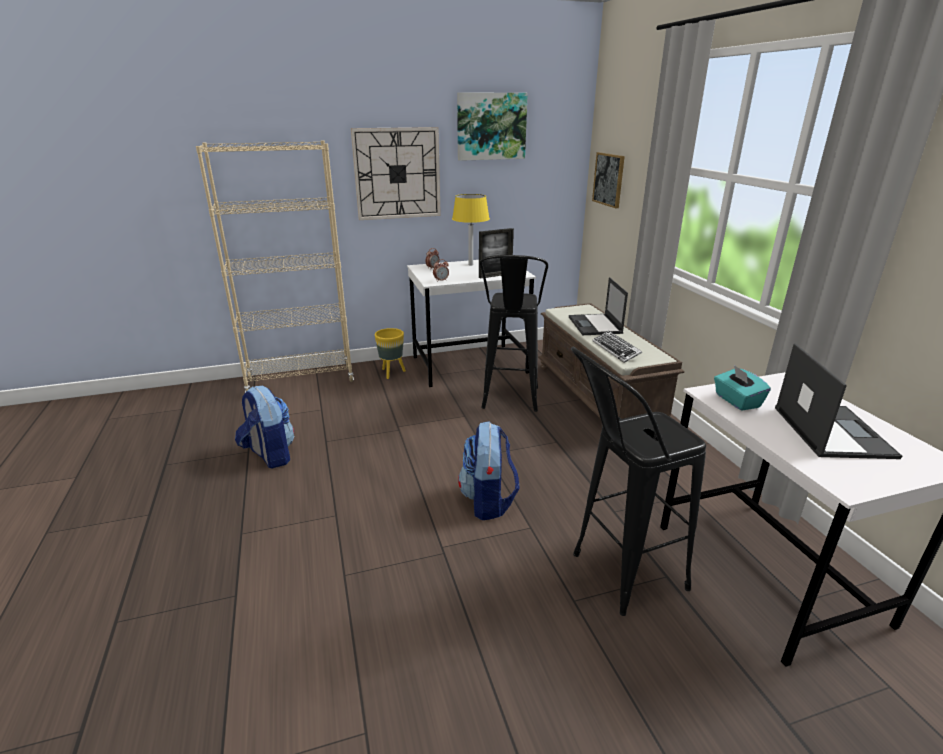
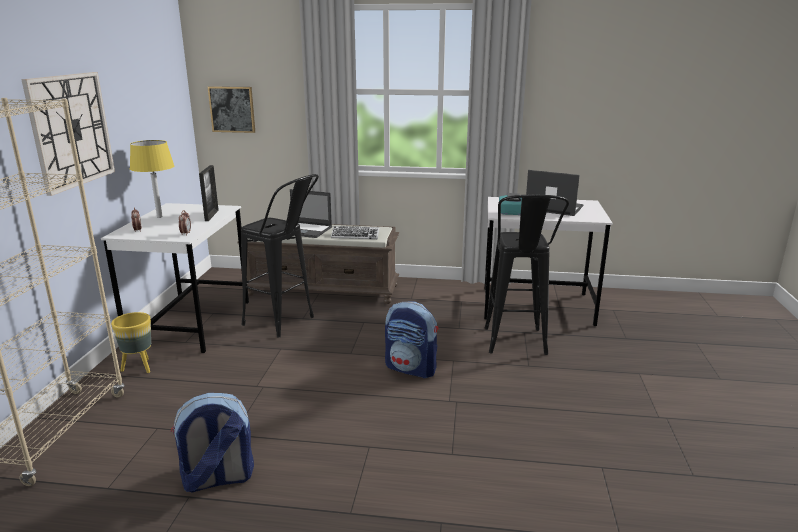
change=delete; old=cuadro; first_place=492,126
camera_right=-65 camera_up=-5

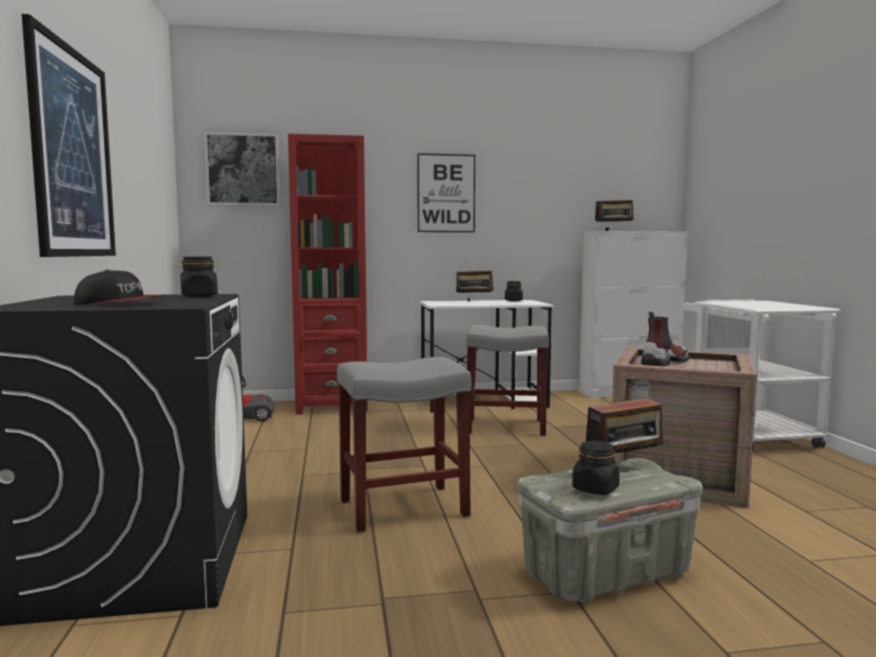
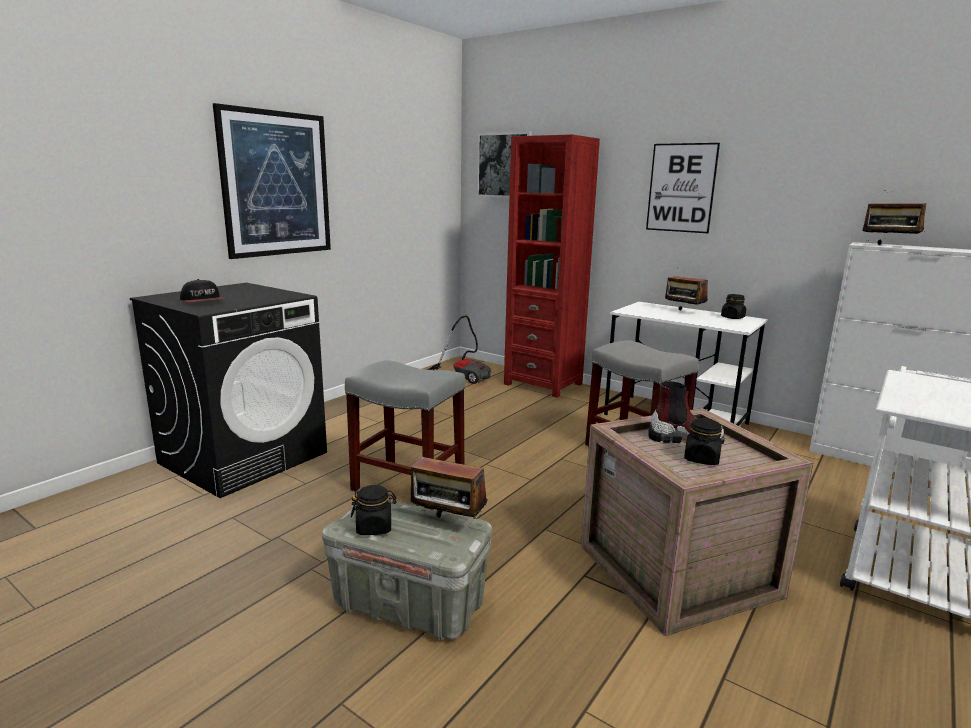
change=move; old=tarro/negro; first_place=199,277; second_place=703,441
camera_right=45 camera_up=10

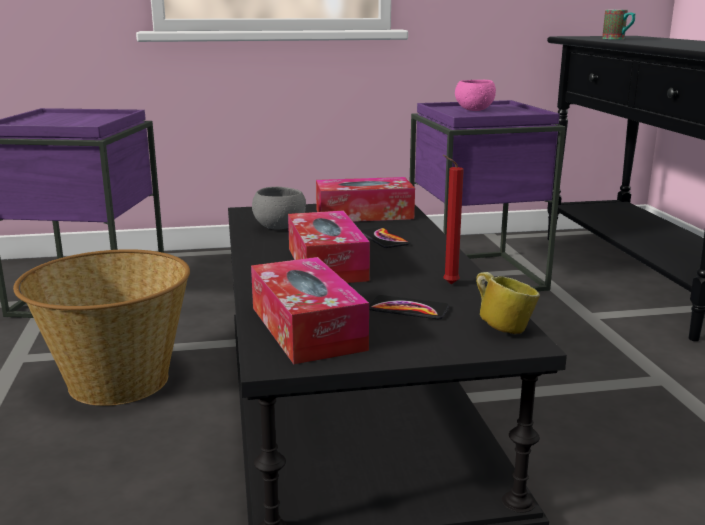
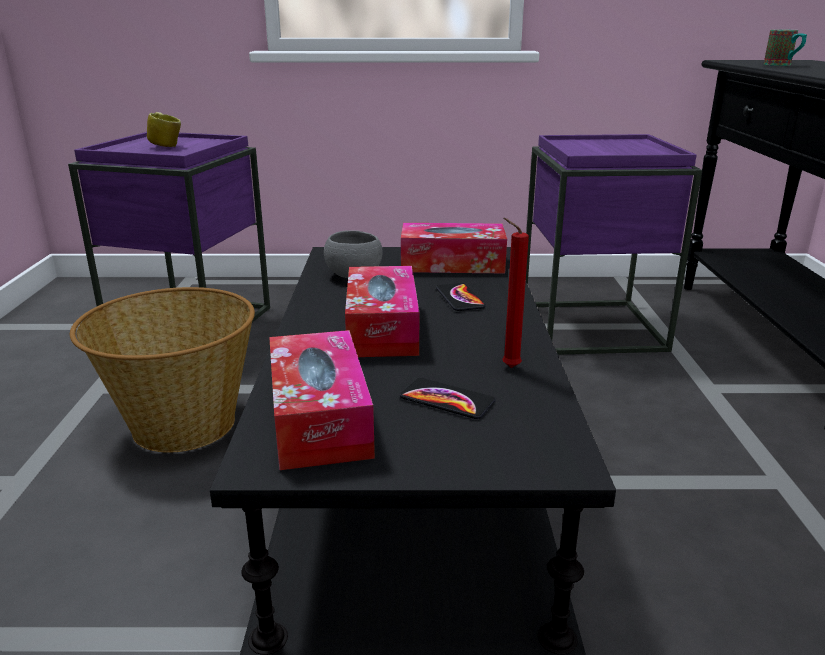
change=delete; old=cuenco/rosa; first_place=475,95
change=move; old=taza grande; first_place=508,303; second_place=164,129
camera_right=10 camera_up=5

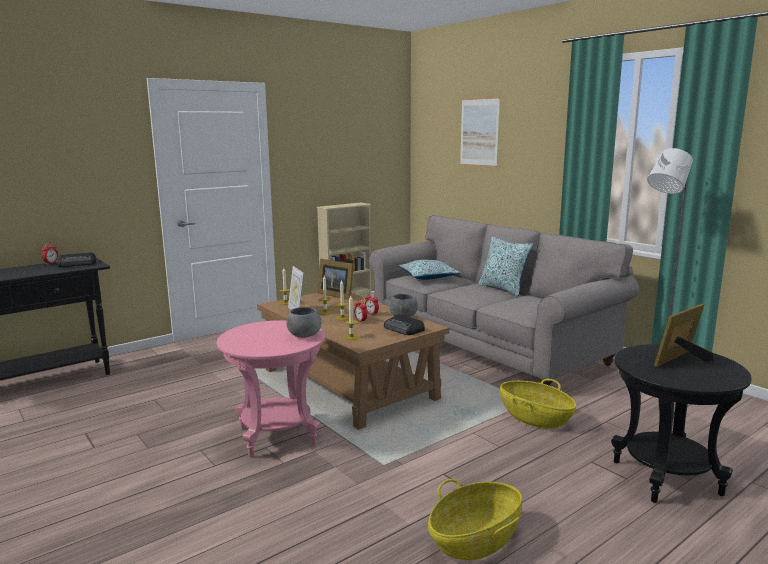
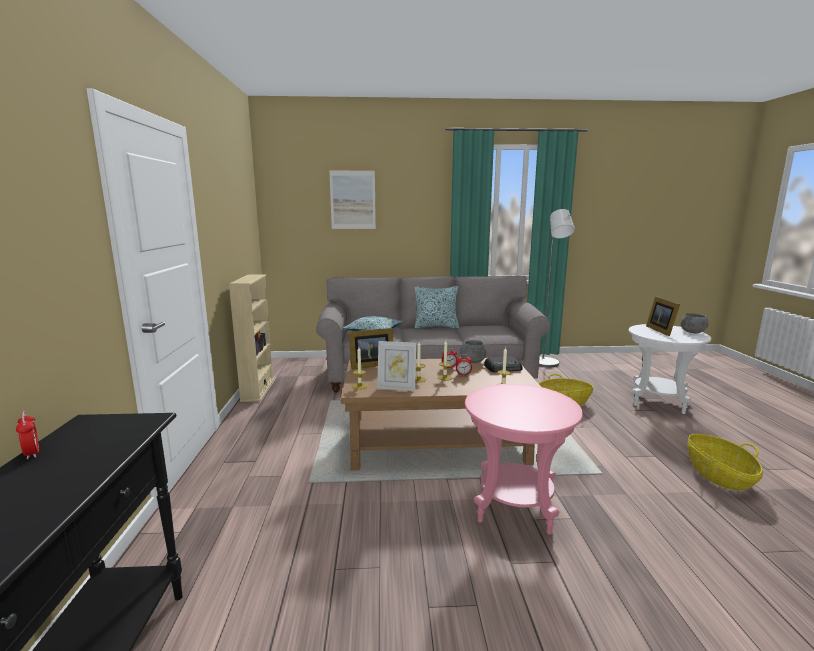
change=delete; old=radio; first_place=77,260
change=move; old=cuenco/gris; first_place=303,322; second_place=694,323
change=recolor; old=mesa auxiliar/negro; new=mesa auxiliar/blanco; first_place=681,423; second_place=670,369
camera_right=-55 camera_up=0

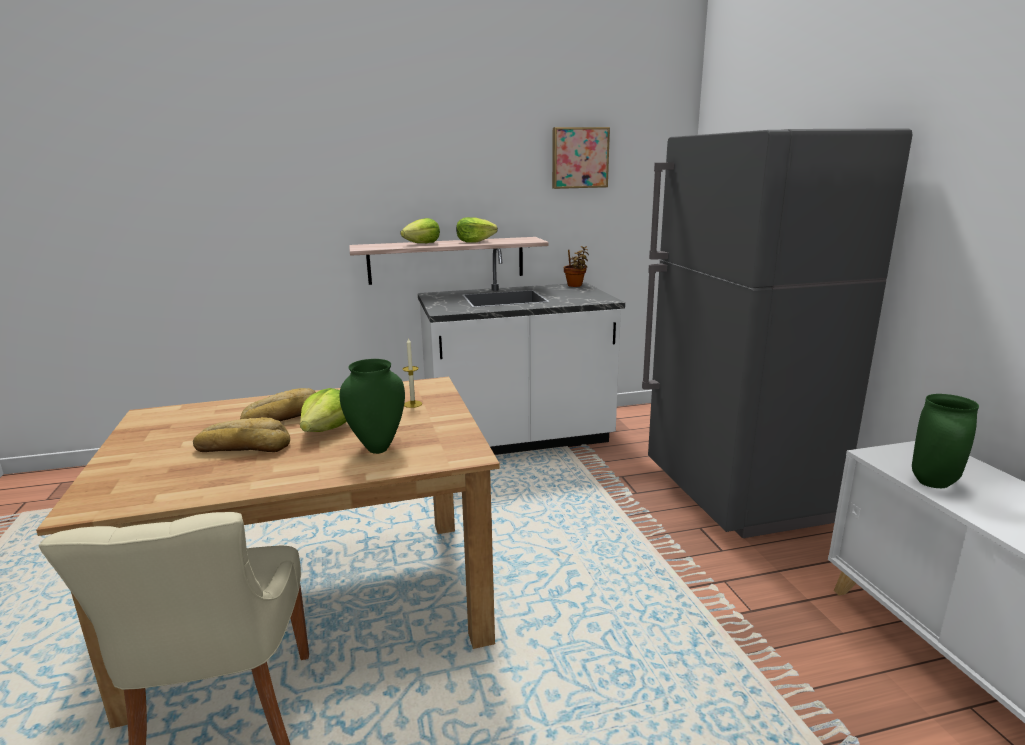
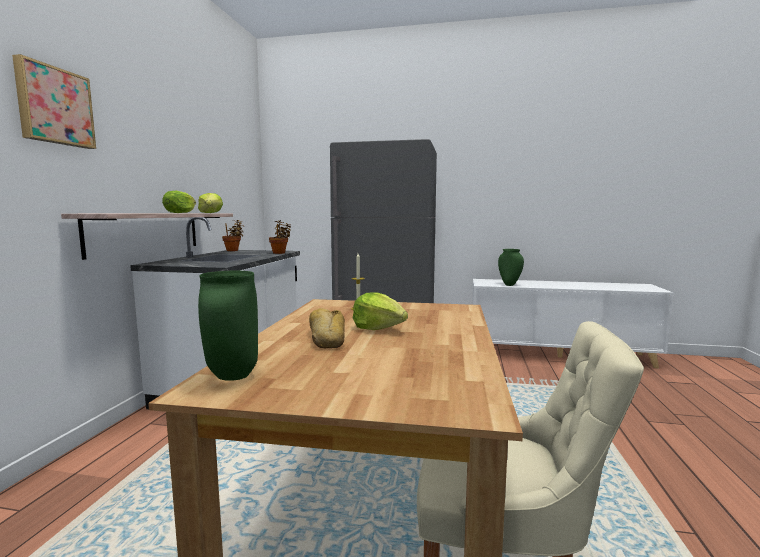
change=delete; old=pan; first_place=241,434
change=move; old=florero/verde; first_place=372,406; second_place=228,326
change=move; old=lechuga; first_place=420,230; second_place=210,203
change=move; old=cuadro; first_place=581,158; second_place=54,101
change=insert; new=planta en maceta; second_place=280,237
camera_right=-65 camera_up=-10

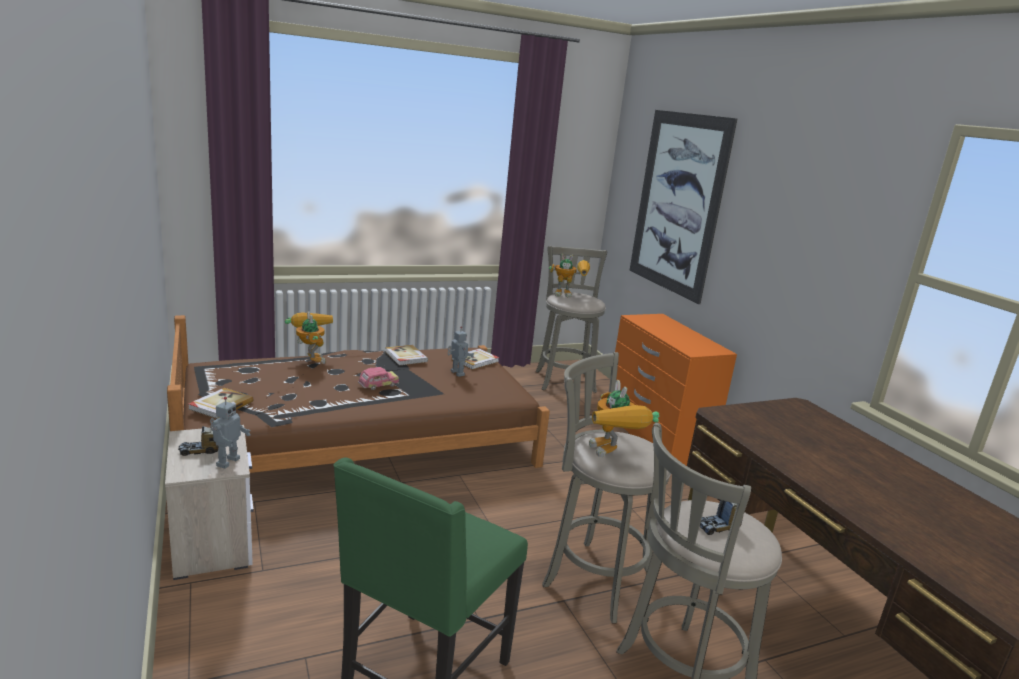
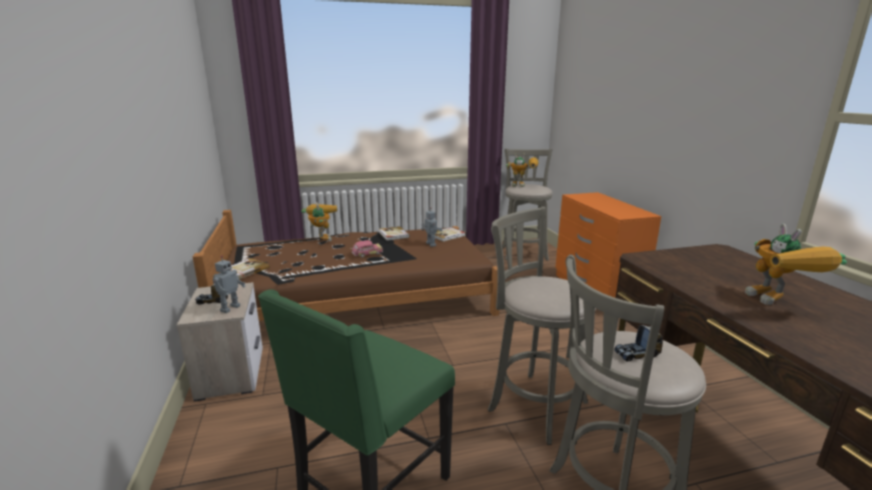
change=move; old=robot de juguete; first_place=624,418; second_place=796,264
change=delete; old=cuadro; first_place=683,207
camera_right=10 camera_up=0

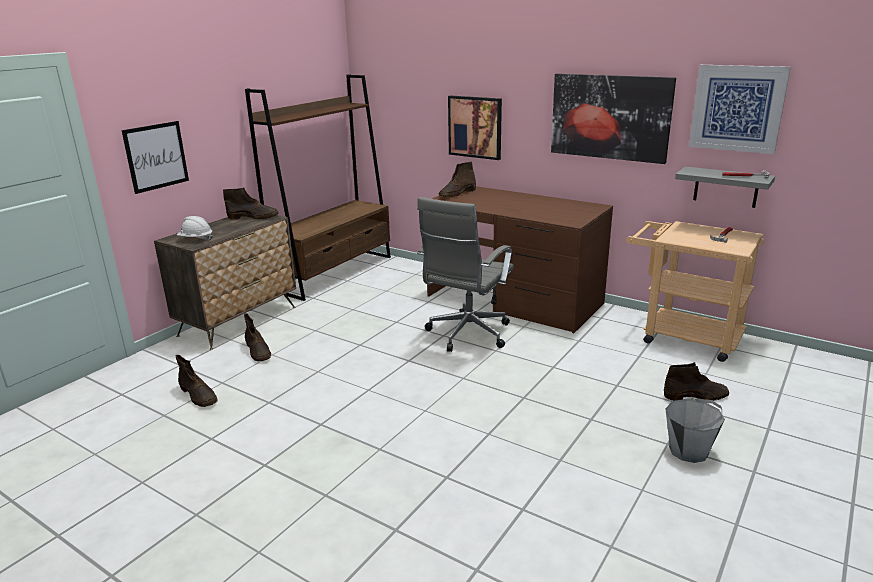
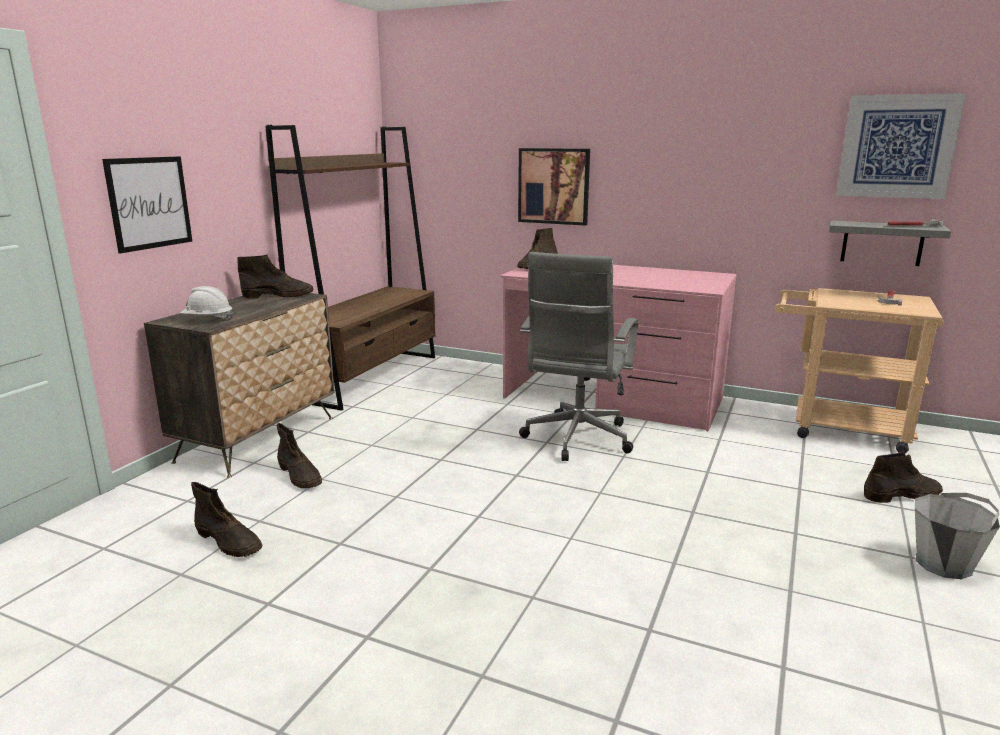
change=recolor; old=escritorio/marrón; new=escritorio/rosa; first_place=520,259; second_place=619,348
change=delete; old=cuadro; first_place=613,118
camera_right=-10 camera_up=-5

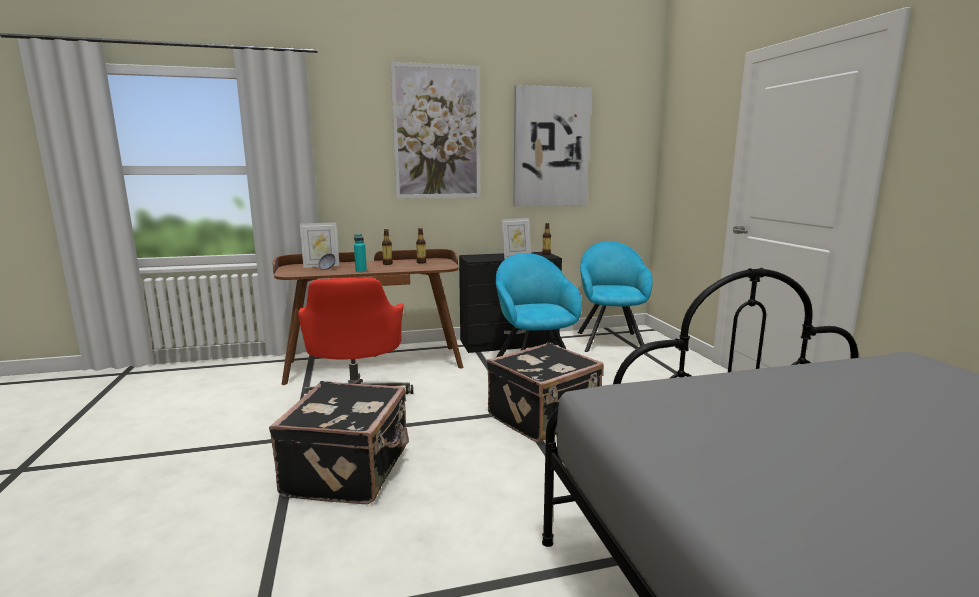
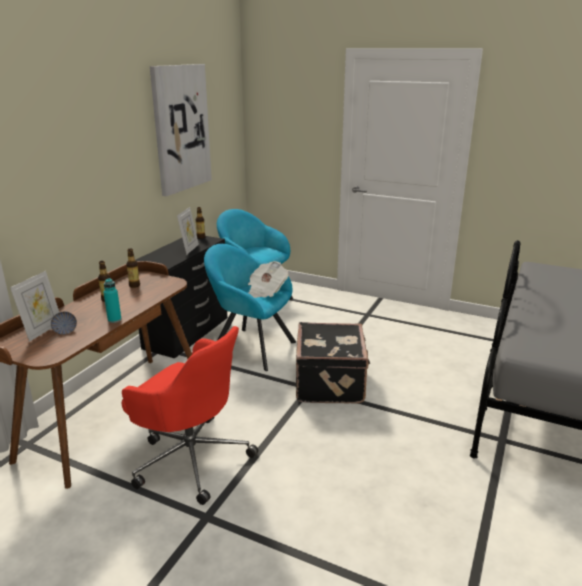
change=delete; old=maleta/negro; first_place=339,442
change=delete; old=cuadro; first_place=435,130
change=insert; new=periódico; second_place=268,279
camera_right=-50 camera_up=10

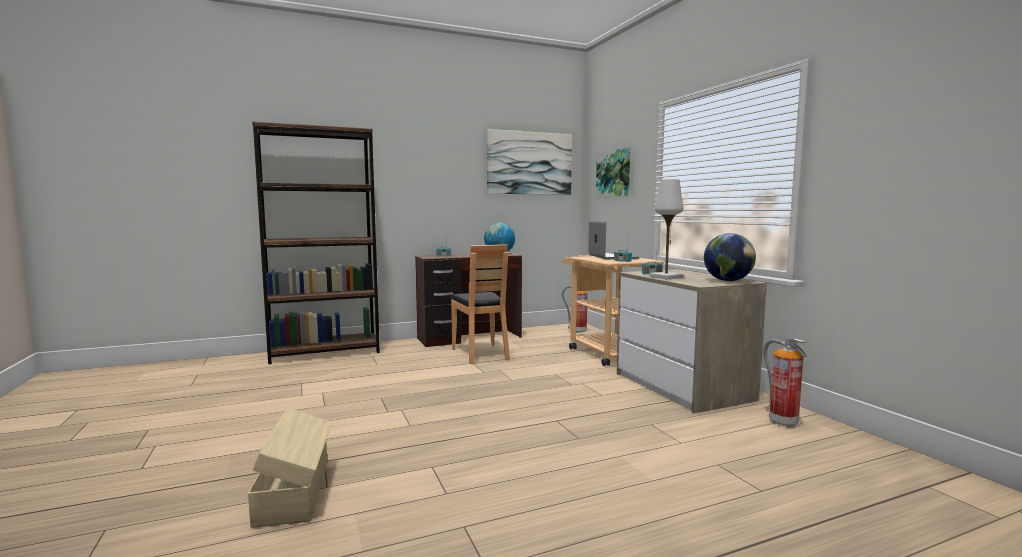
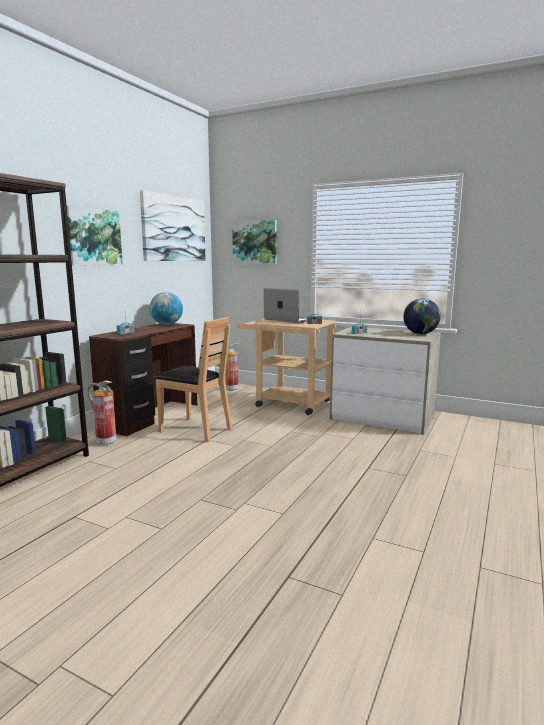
change=delete; old=caja de almacenaje/beis; first_place=290,468
change=delete; old=lámpara de mesa/blanco; first_place=666,229
change=move; old=extintor; first_place=785,383; second_place=102,412
change=insert; new=cuadro; second_place=95,236
camera_right=-40 camera_up=5

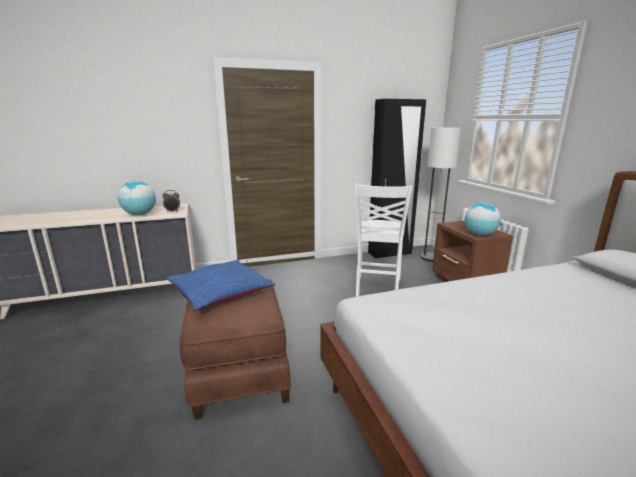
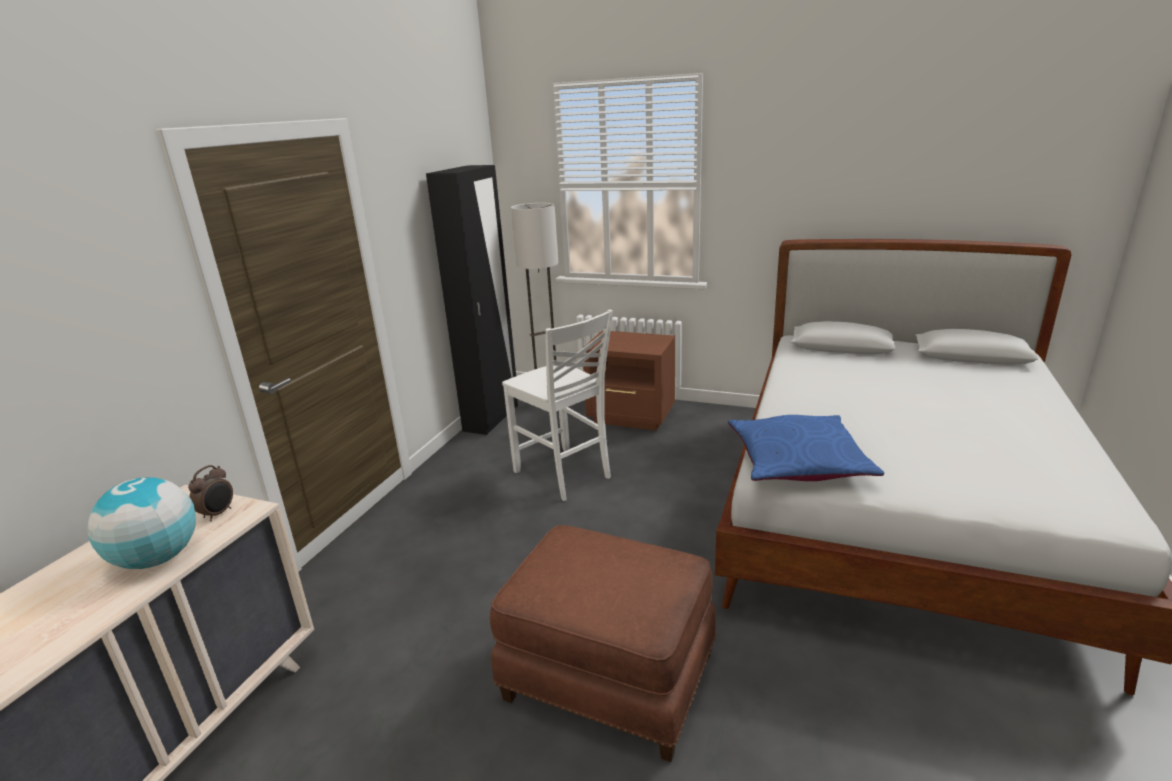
change=move; old=cojín/azul; first_place=221,285; second_place=806,448
change=delete; old=globo terráqueo; first_place=482,219
camera_right=-50 camera_up=5

